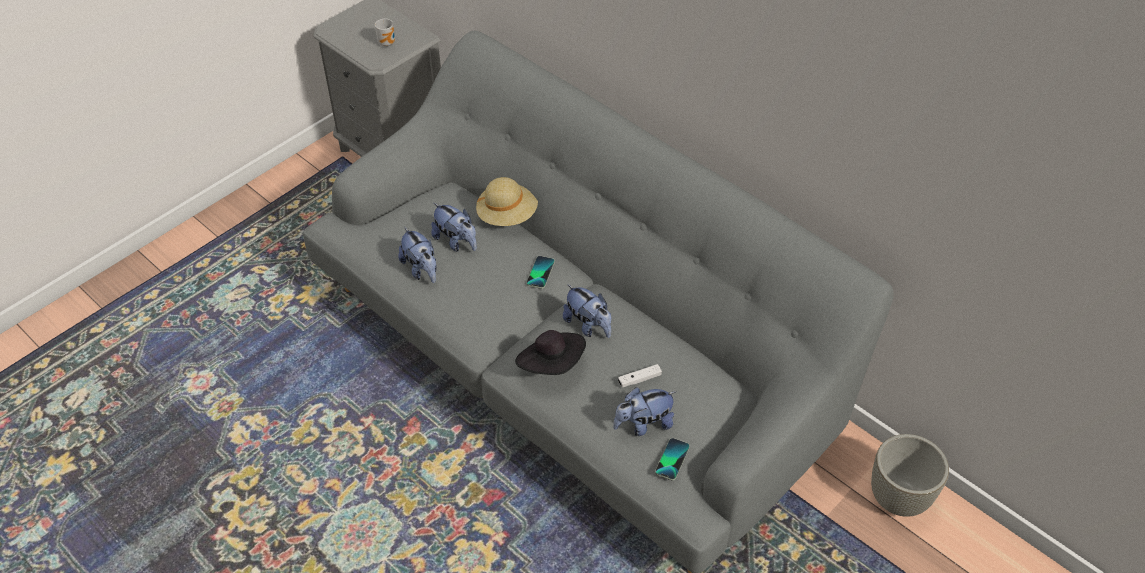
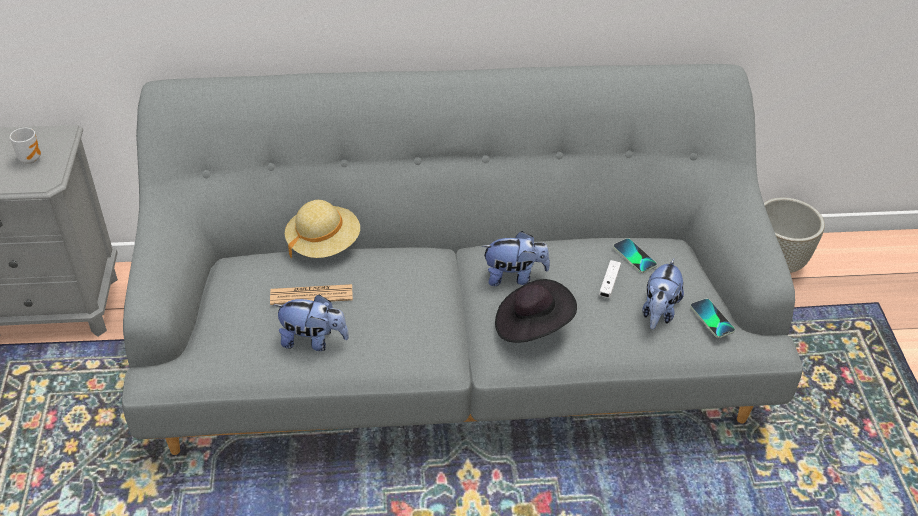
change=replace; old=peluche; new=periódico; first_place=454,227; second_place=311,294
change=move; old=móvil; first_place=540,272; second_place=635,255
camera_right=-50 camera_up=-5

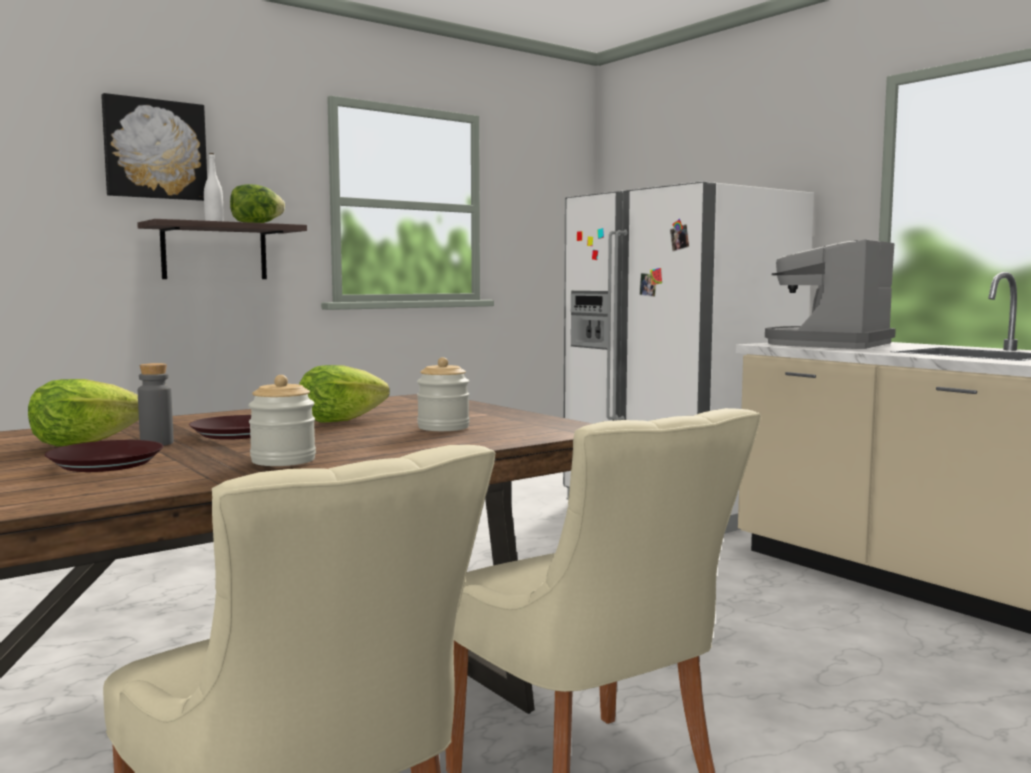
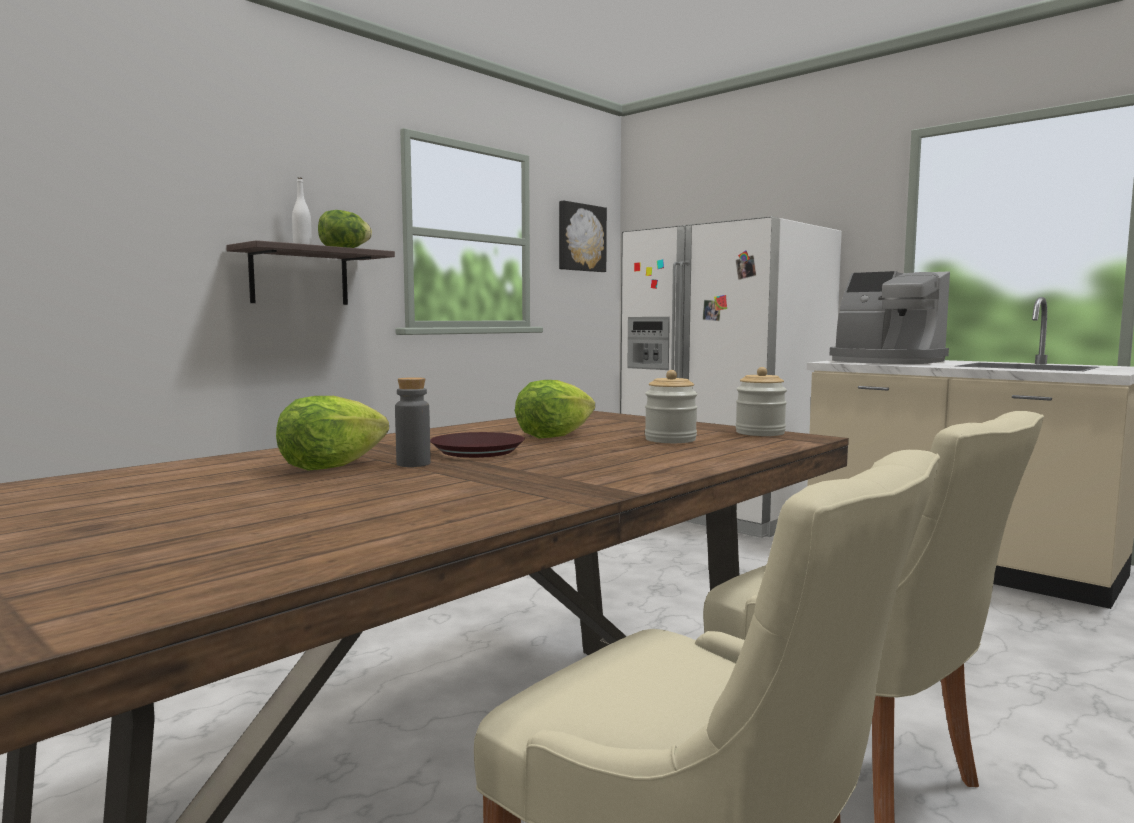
change=delete; old=plato/marrón; first_place=104,456
change=move; old=cuadro; first_place=154,147; second_place=583,236
change=move; old=tarro; first_place=282,420; second_place=761,401
change=rotate; old=cafetera; first_place=830,294; second_place=890,317; degrees=-75
camera_right=-10 camera_up=0

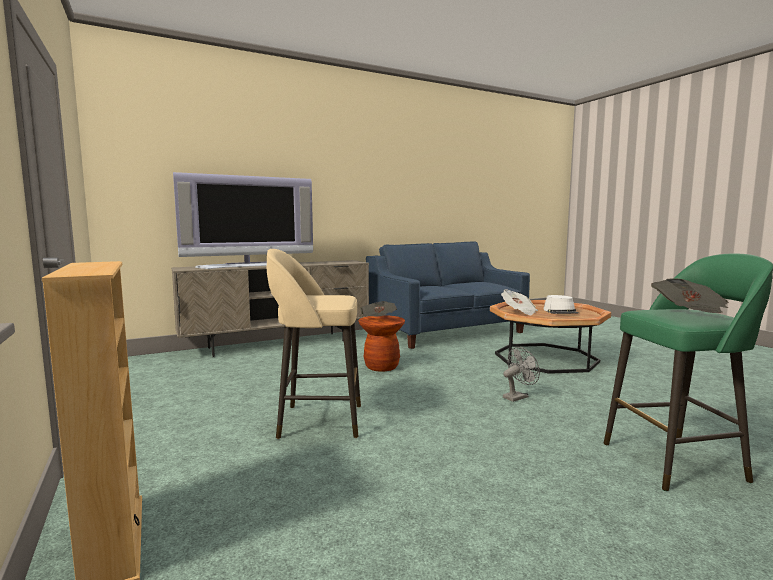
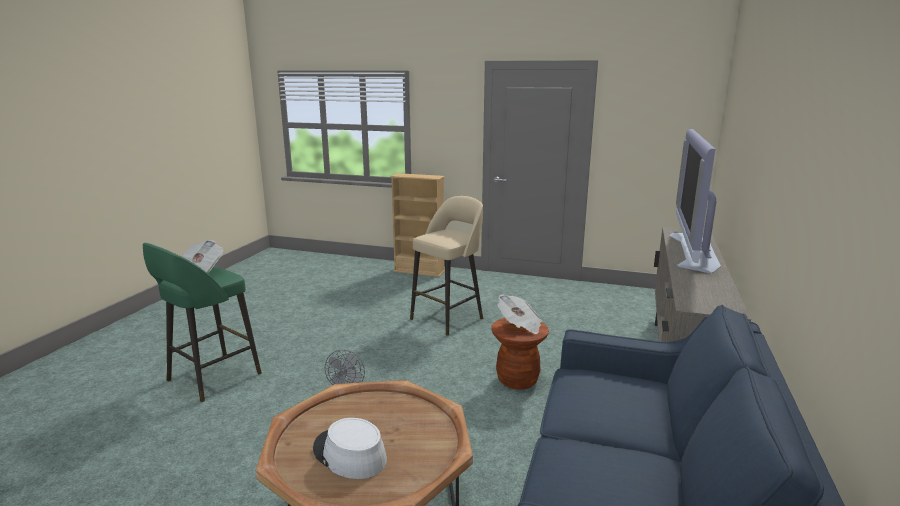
change=delete; old=periódico; first_place=519,302
camera_right=135 camera_up=10

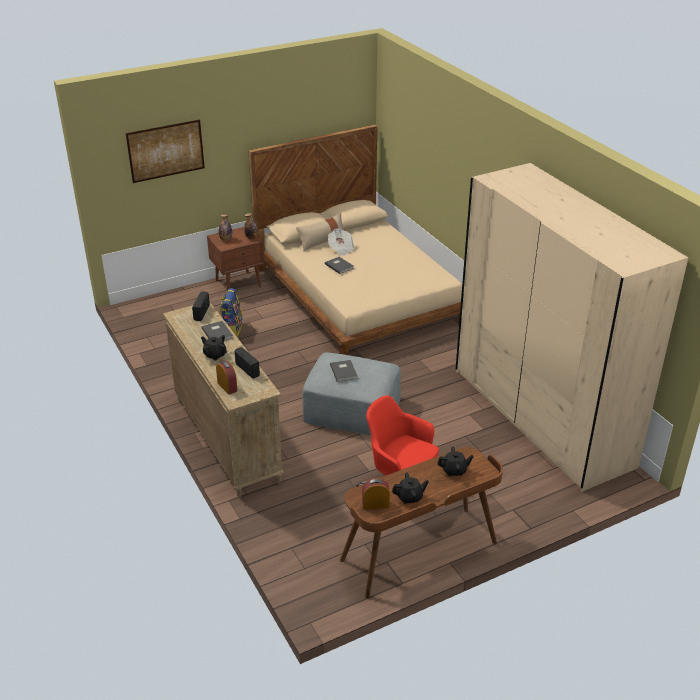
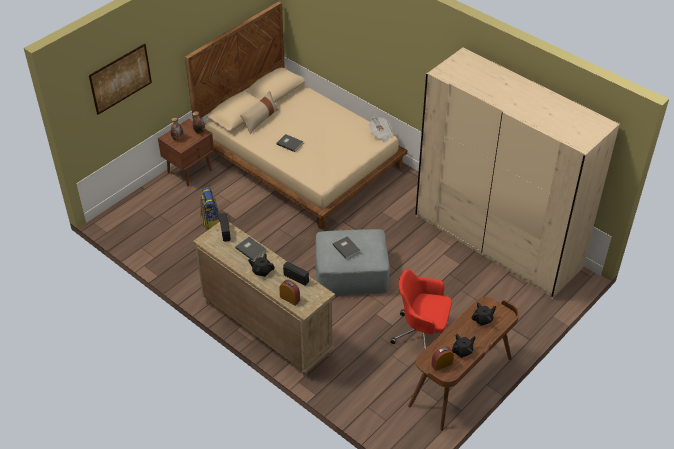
change=move; old=periódico; first_place=341,242; second_place=381,129
camera_right=-20 camera_up=10

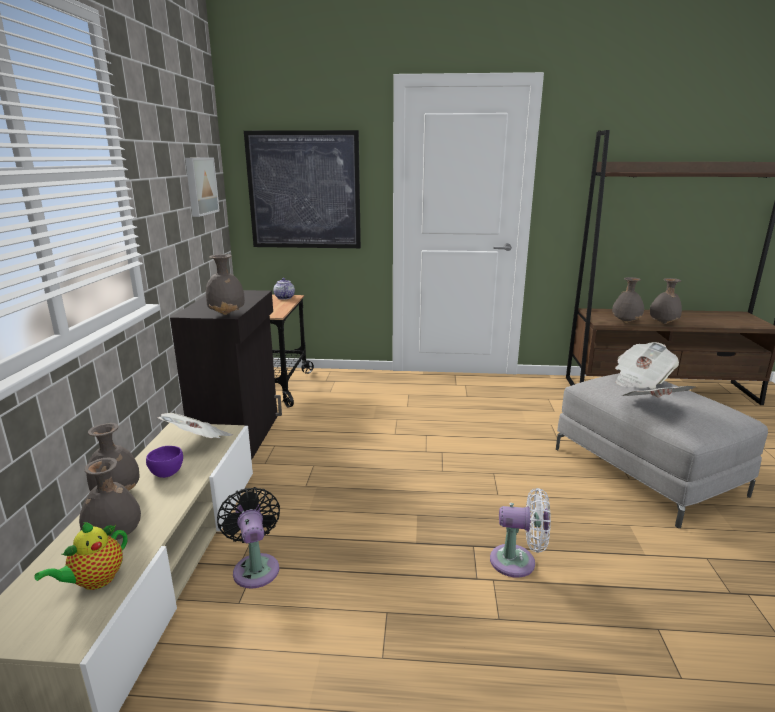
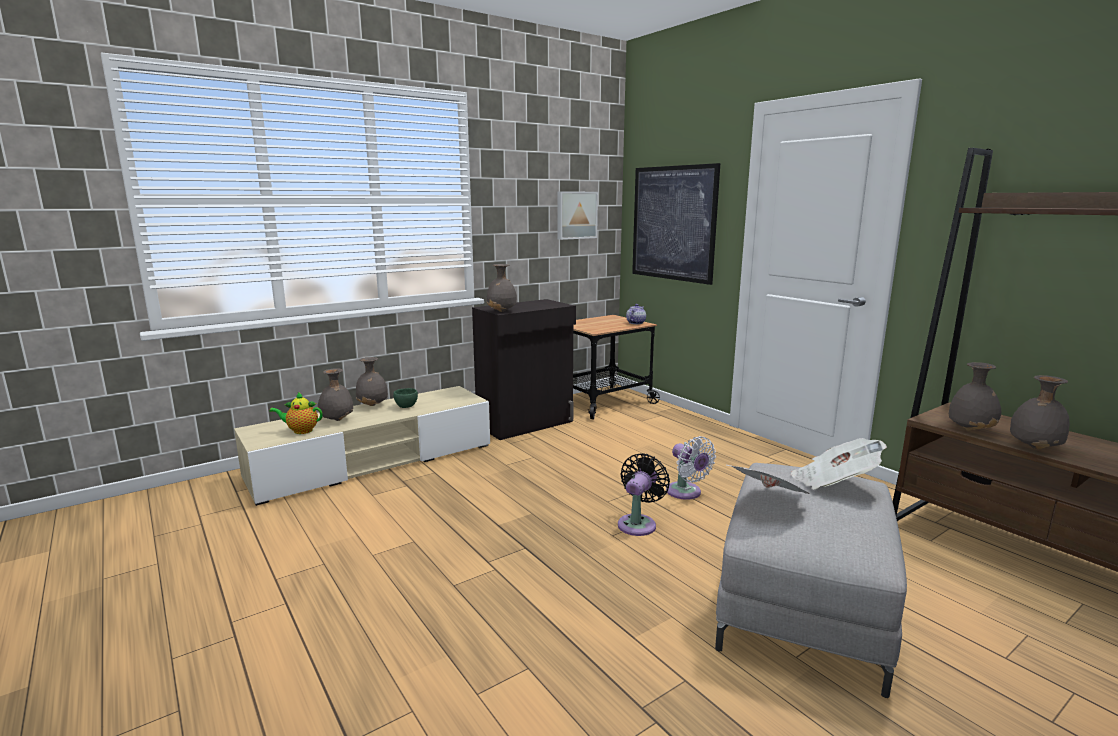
change=recolor; old=cuenco/morado; new=cuenco/verde; first_place=164,462; second_place=405,398
change=delete; old=periódico; first_place=195,425
change=move; old=ventilador/negro; first_place=248,538; second_place=644,494
change=move; old=ventilador/blanco; first_place=520,533; second_place=691,468
camera_right=50 camera_up=-5

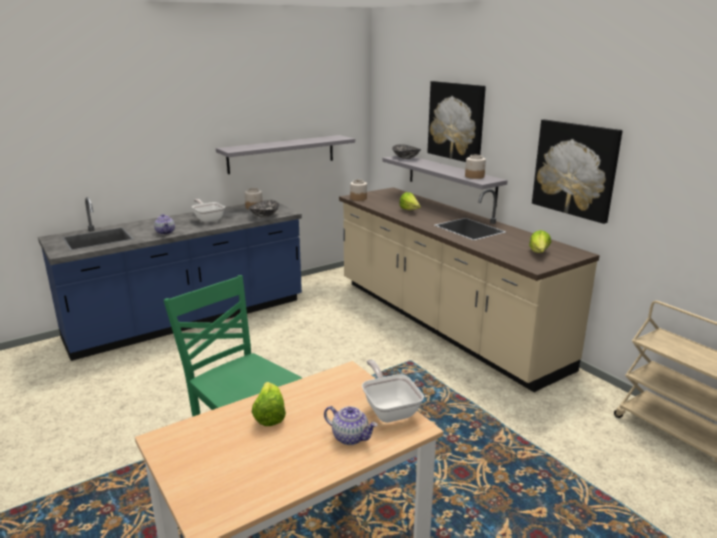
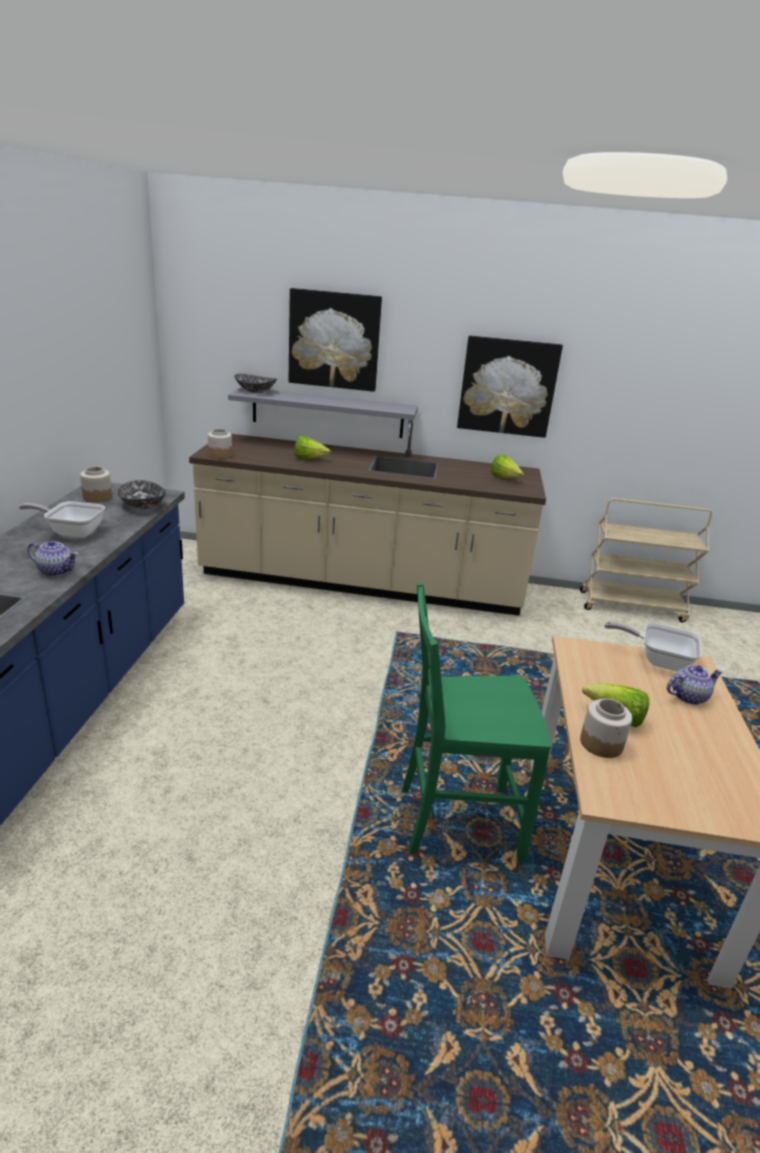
change=delete; old=estante/gris; first_place=285,154
change=move; old=tarro; first_place=475,167; second_place=606,728
camera_right=-50 camera_up=5

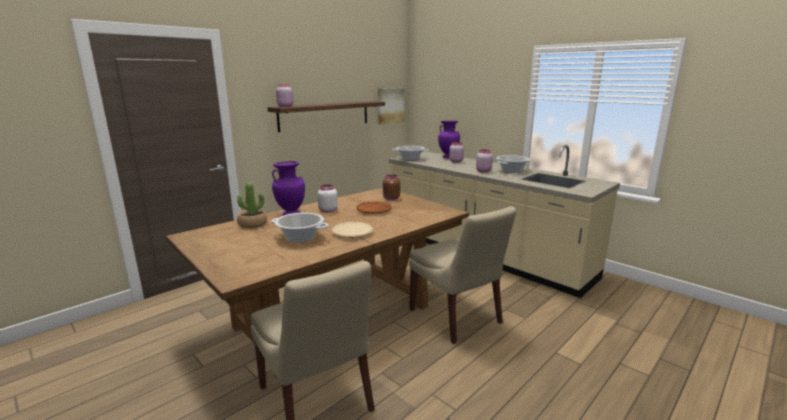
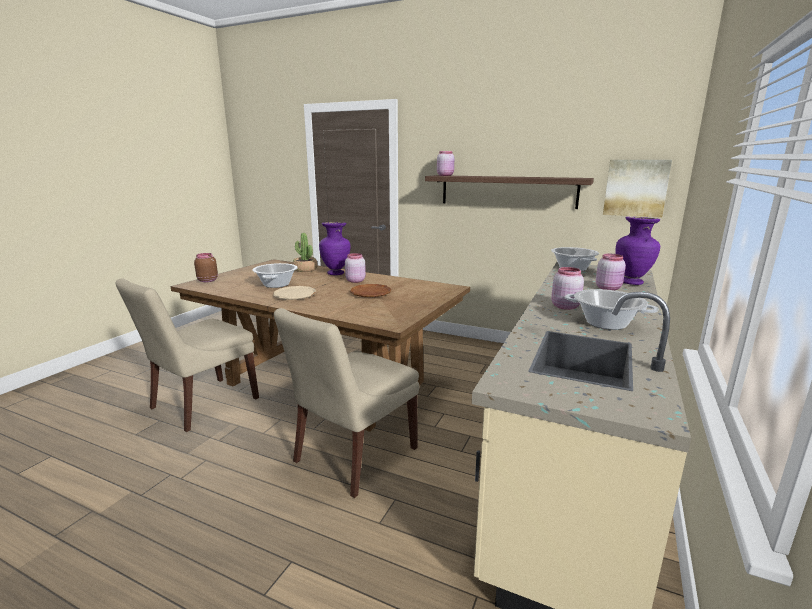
change=recolor; old=tarro/blanco; new=tarro/rosa; first_place=328,198; second_place=355,268
change=move; old=tarro/marrón; first_place=391,187; second_place=206,267
camera_right=70 camera_up=0

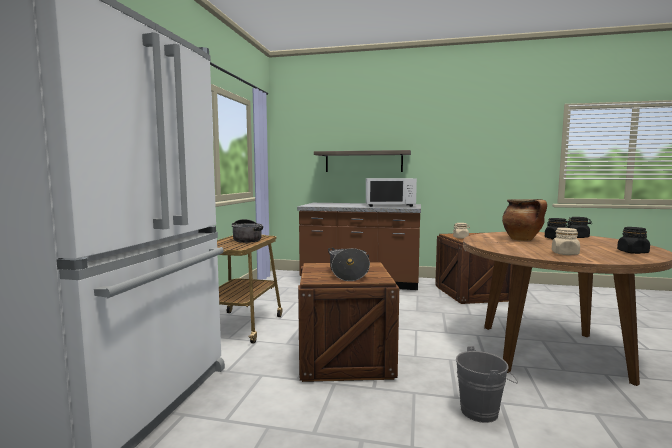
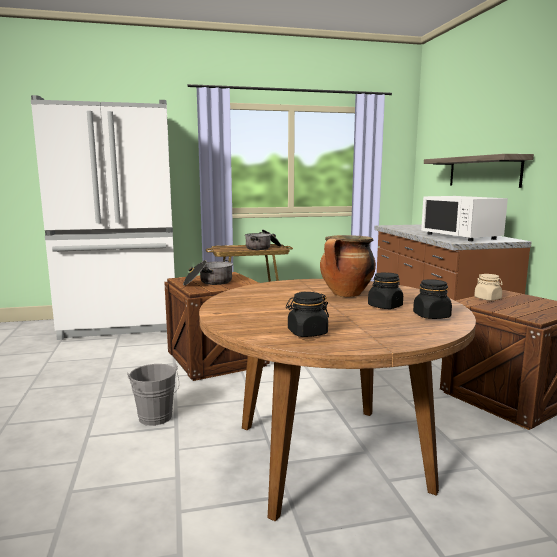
change=delete; old=tarro/beis; first_place=566,241
camera_right=65 camera_up=5

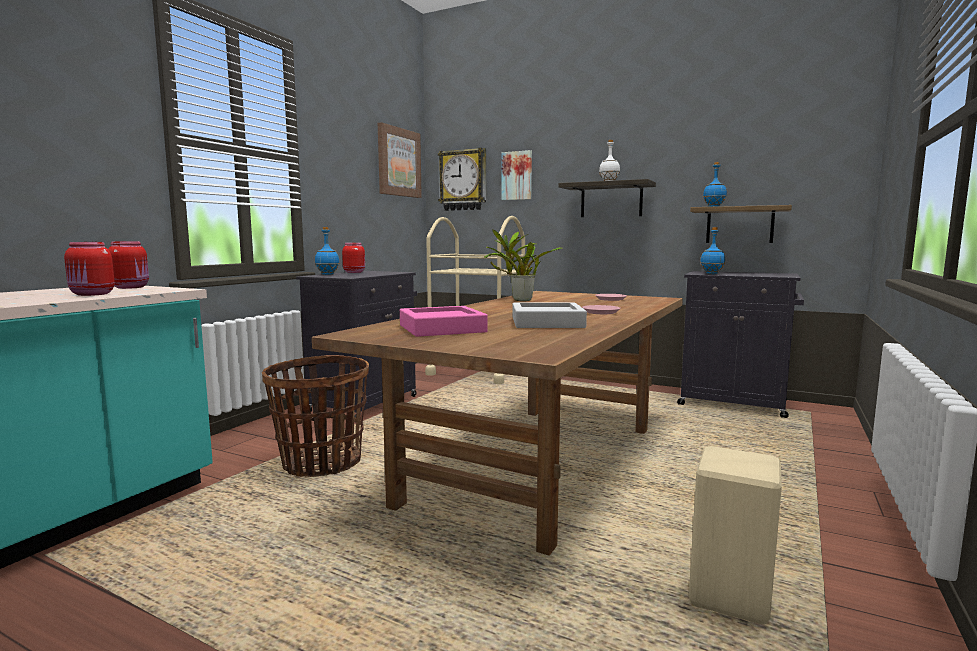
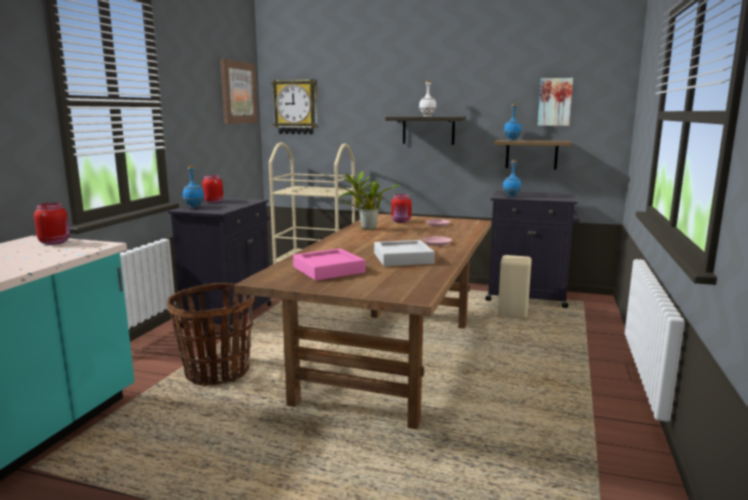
change=move; old=tarro/rojo; first_place=89,269; second_place=401,208
change=move; old=cuadro; first_place=516,175; second_place=555,102
change=move; old=taburete/beis; first_place=735,535; second_place=515,286
camera_right=-10 camera_up=5

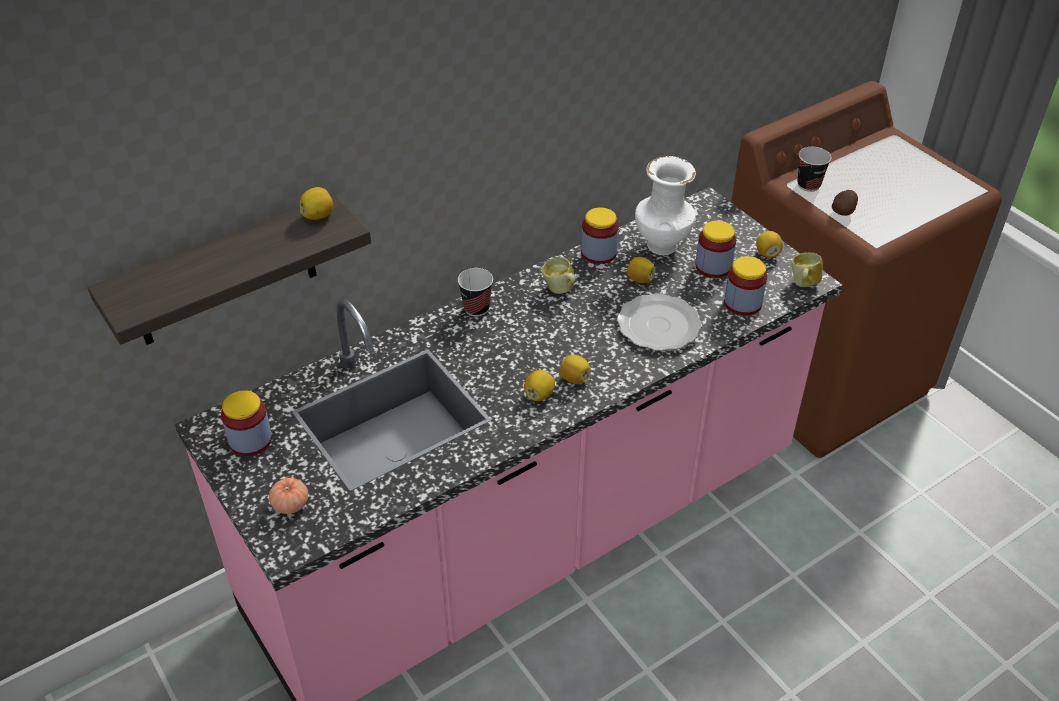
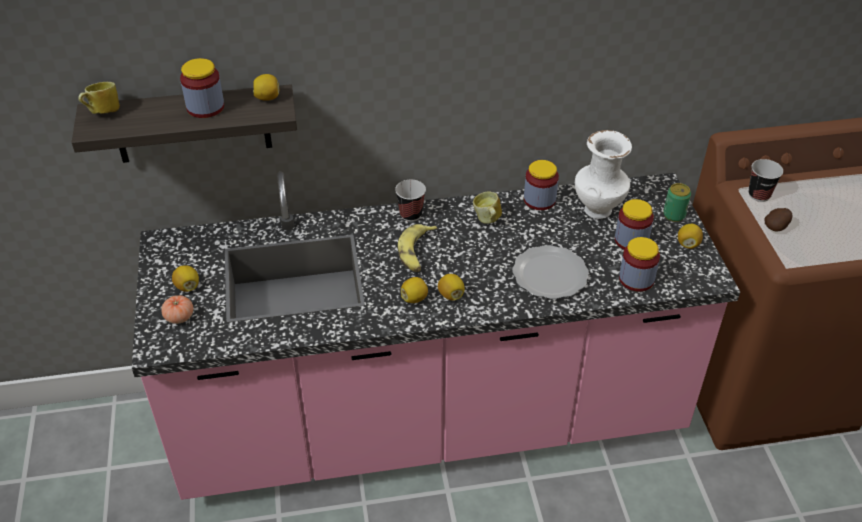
change=move; old=tarro; first_place=246,423; second_place=202,88
change=move; old=limón; first_place=640,270; second_place=185,278
change=move; old=taza grande; first_place=807,269; second_place=99,98
change=insert; new=plátano; second_place=417,248
change=insert; new=lata; second_place=677,202
camera_right=25 camera_up=0

